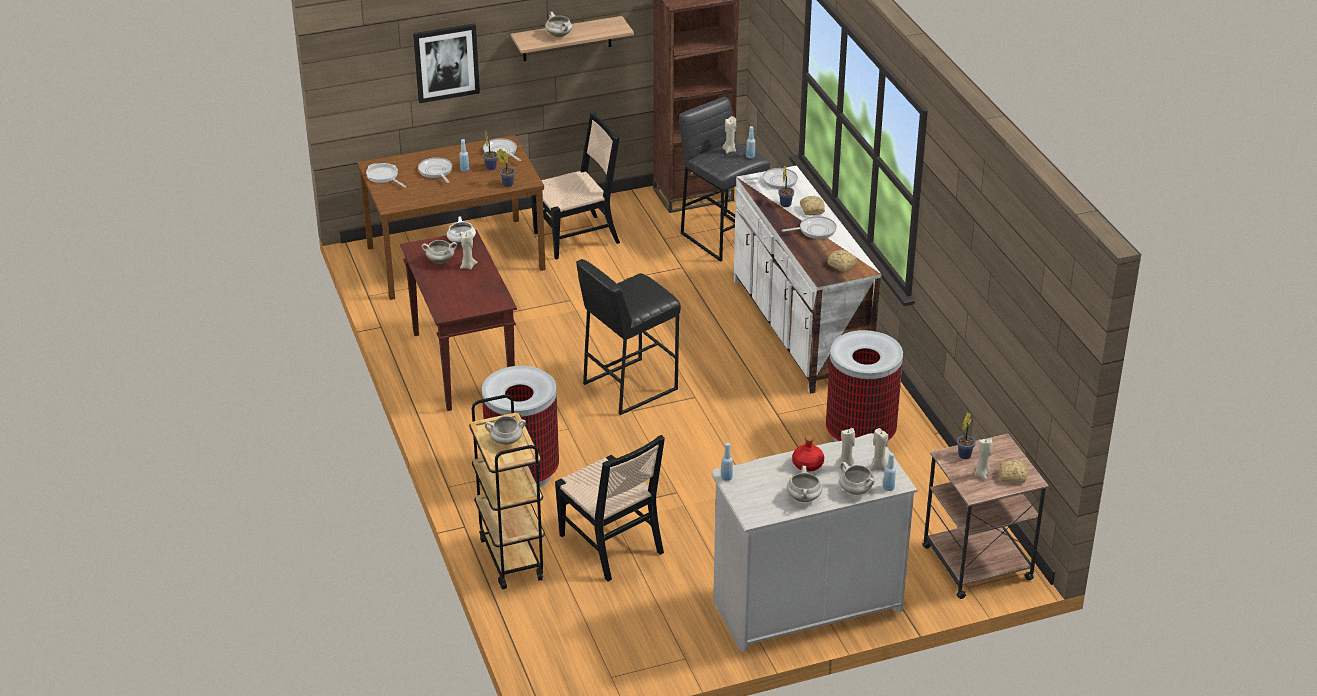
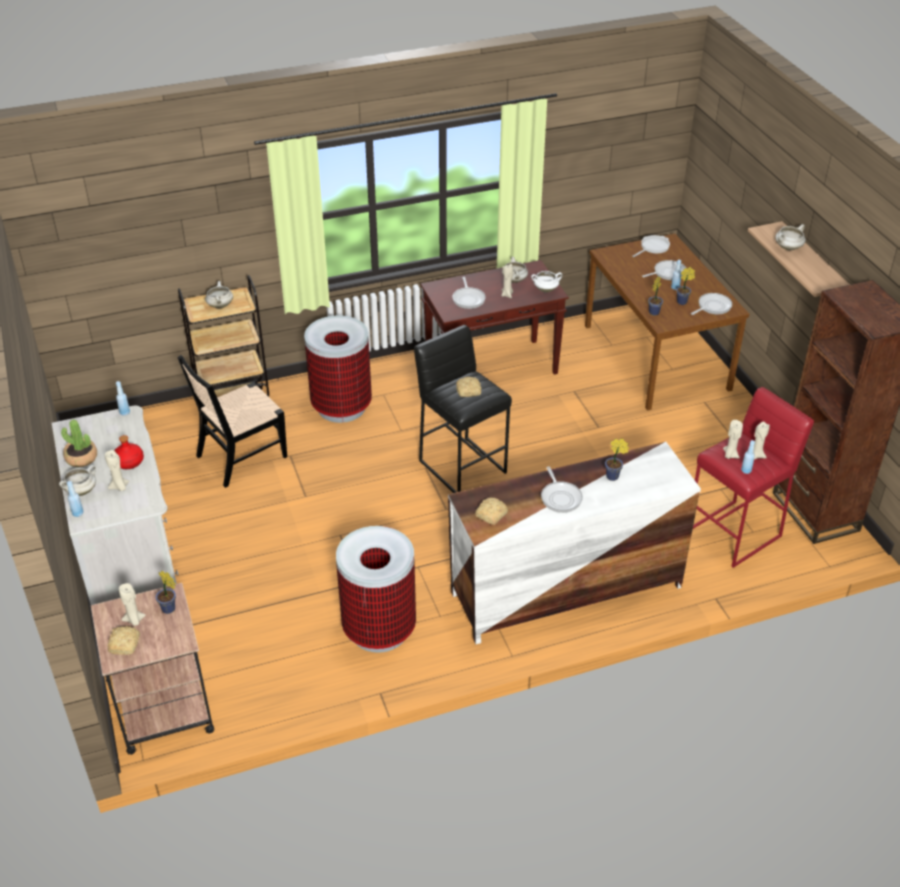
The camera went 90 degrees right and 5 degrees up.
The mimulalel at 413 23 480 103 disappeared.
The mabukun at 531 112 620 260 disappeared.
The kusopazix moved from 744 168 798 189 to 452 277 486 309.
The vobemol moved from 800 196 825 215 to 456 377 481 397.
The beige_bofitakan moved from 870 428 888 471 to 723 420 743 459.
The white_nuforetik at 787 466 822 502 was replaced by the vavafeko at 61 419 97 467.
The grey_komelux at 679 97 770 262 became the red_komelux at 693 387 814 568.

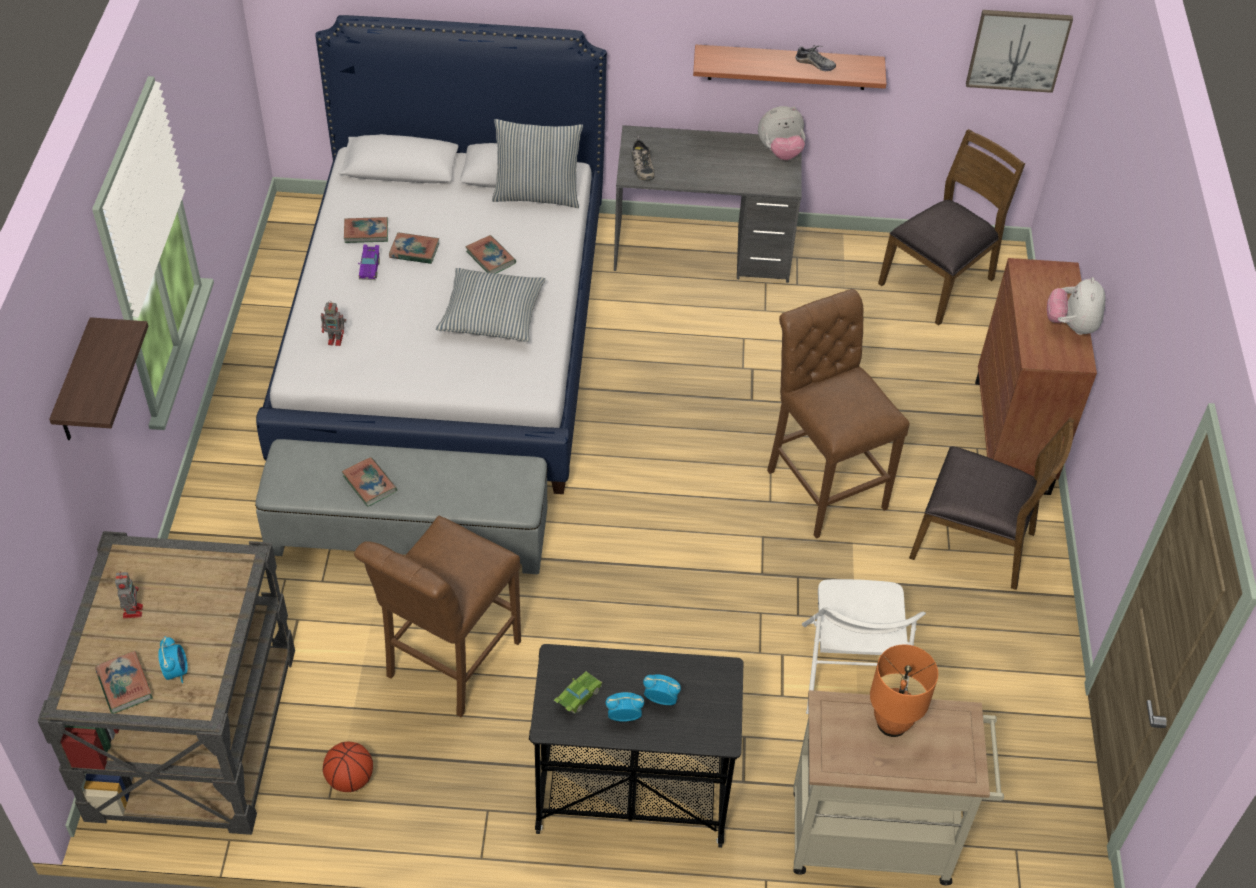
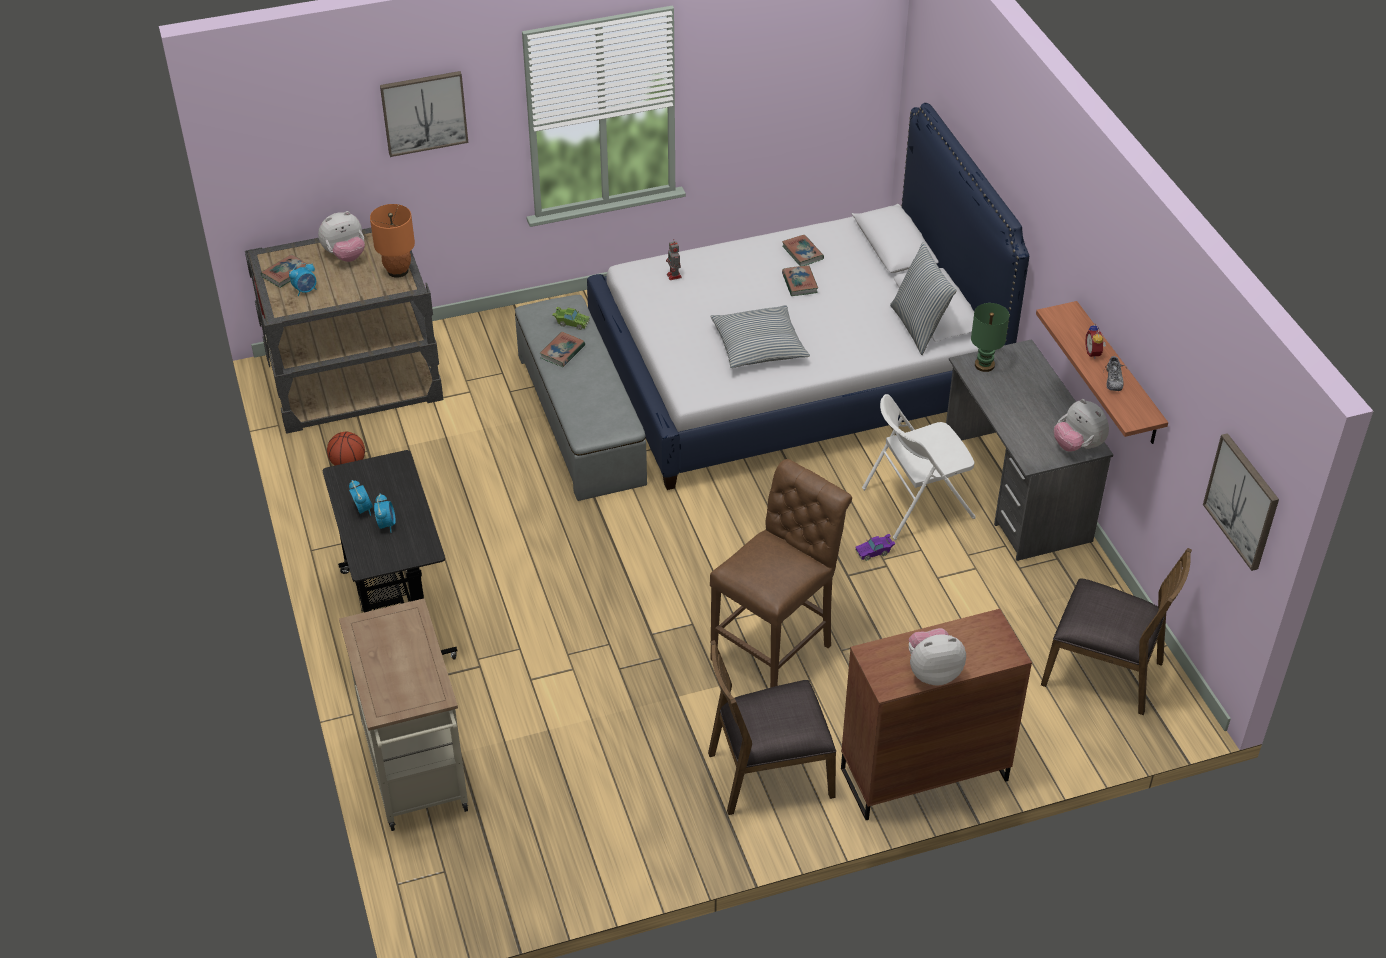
The camera went 70 degrees right and 5 degrees down.
The brown_komelux at 354 516 521 717 disappeared.
The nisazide at 466 235 516 273 disappeared.
The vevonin at 1085 323 1106 359 appeared.
The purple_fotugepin moved from 358 245 380 280 to 855 534 896 561.
The green_fotugepin moved from 554 671 602 714 to 553 307 590 330.
The white_mabukun moved from 802 579 926 714 to 862 394 975 540.
The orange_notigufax moved from 870 645 938 737 to 370 204 415 278.
The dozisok at 49 317 148 440 was replaced by the mimulalel at 380 71 468 157.
The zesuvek at 115 572 143 618 was replaced by the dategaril at 318 211 365 262.
The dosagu at 631 136 655 181 was replaced by the green_notigufax at 971 303 1010 372.
The brown_mabukun at 909 417 1074 590 turned 75 degrees clockwise.

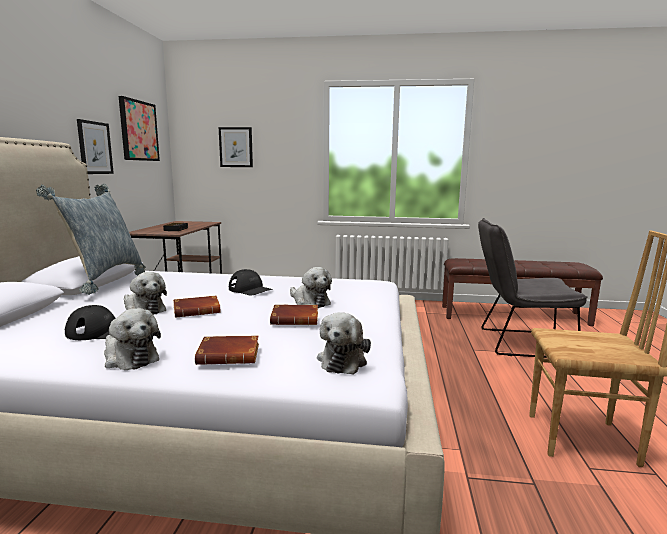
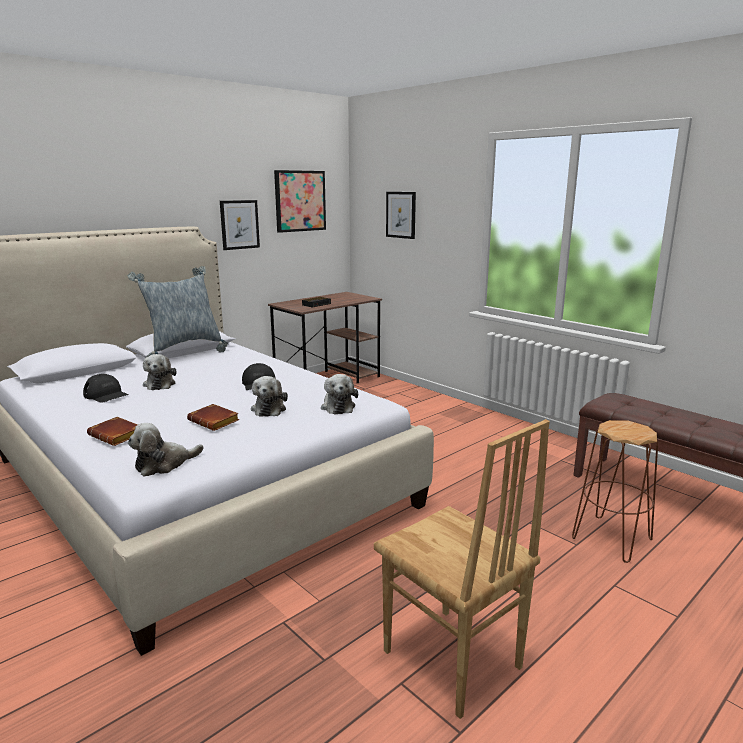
The camera went 40 degrees right and 5 degrees up.
The brown_nisazide at 173 296 221 318 disappeared.
The dategaril moved from 104 308 161 370 to 321 374 358 414.
The grey_mabukun at 478 218 588 358 was replaced by the brown_komelux at 572 420 658 563.

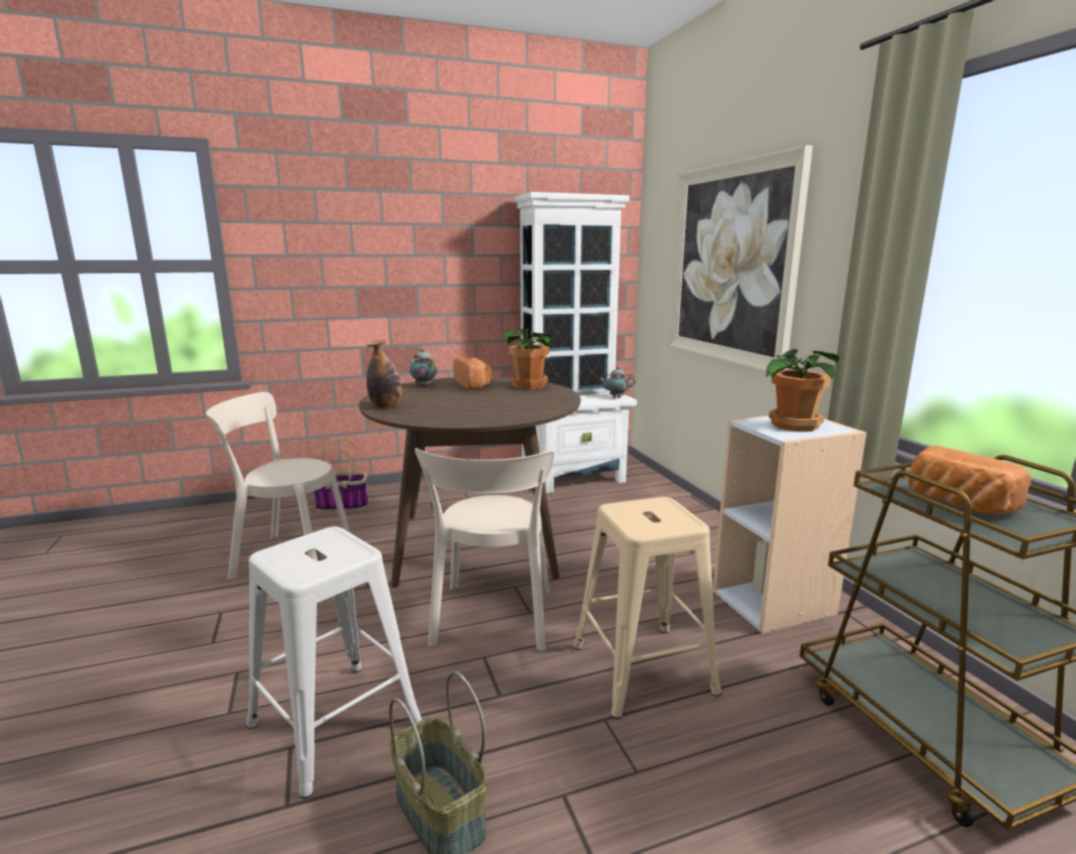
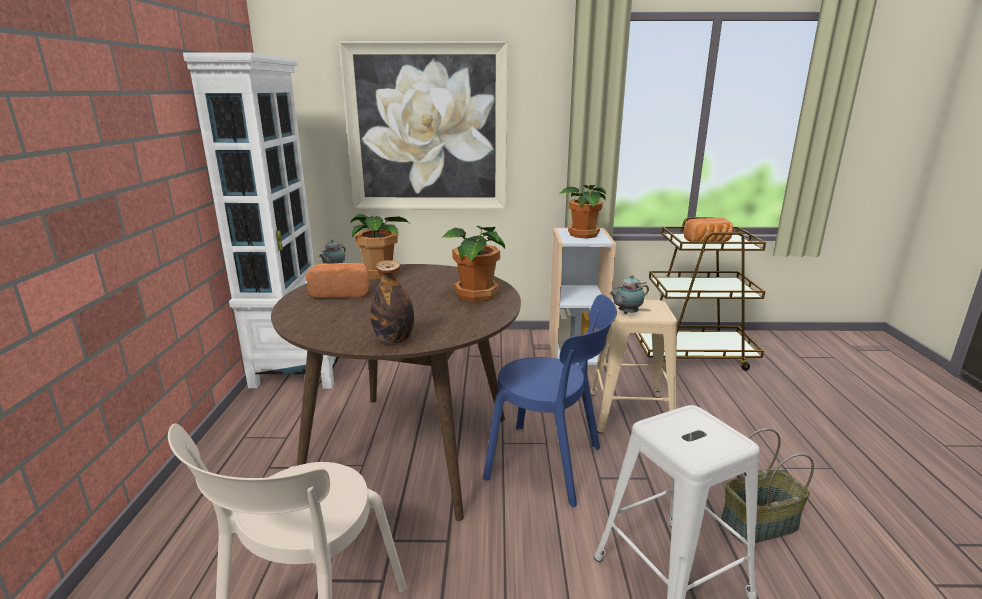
The camera went 70 degrees left and 5 degrees up.
The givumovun at 314 438 368 512 disappeared.
The vavafeko at 442 225 505 302 appeared.
The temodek moved from 409 348 437 387 to 609 275 649 314.
The beige_mabukun at 415 448 554 651 became the blue_mabukun at 483 294 617 507.

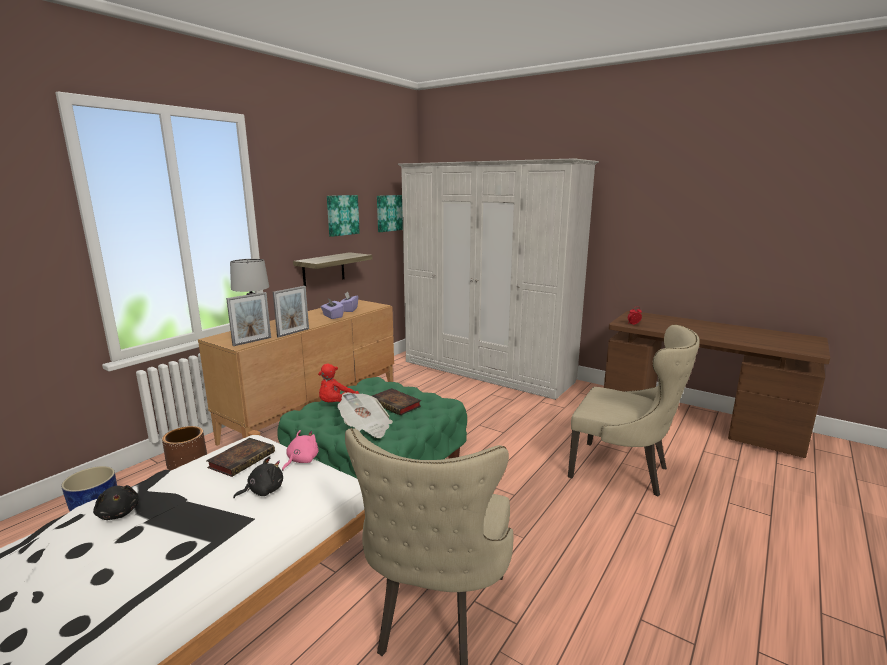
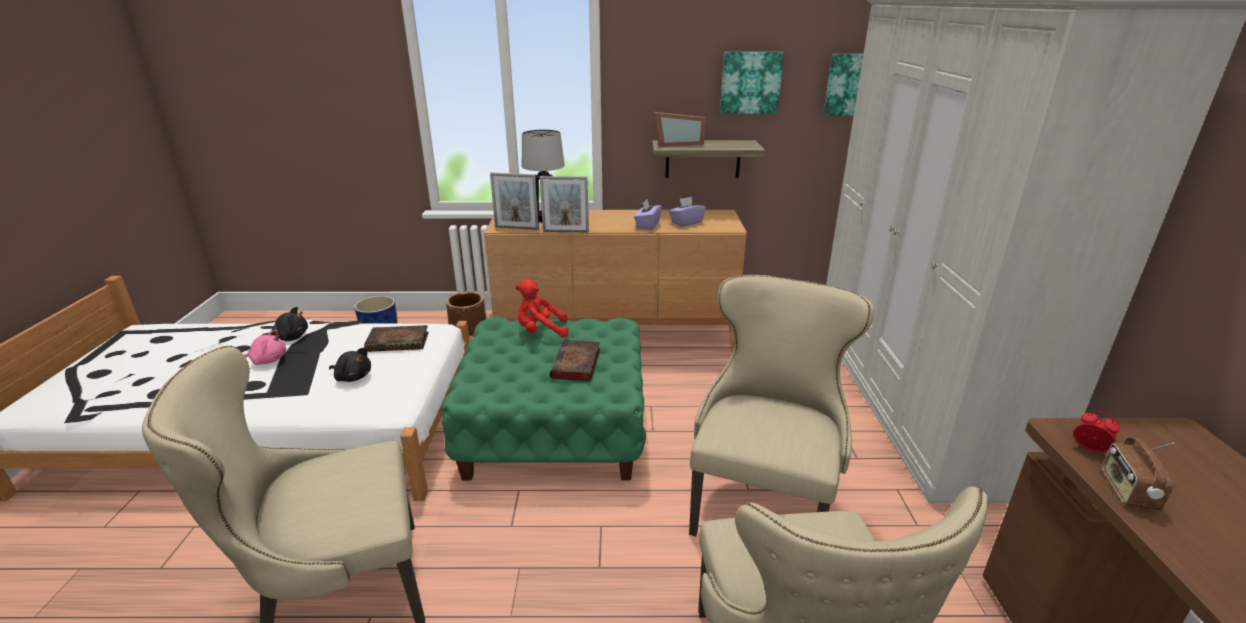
The camera went 55 degrees right and 10 degrees up.
The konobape at 337 392 393 438 disappeared.
The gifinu at 653 112 706 147 appeared.
The beige_mabukun at 689 275 874 537 appeared.
The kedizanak at 1102 437 1174 510 appeared.
The pink_dategaril moved from 282 430 318 471 to 244 329 286 365.
The black_dategaril at 93 485 139 520 turned 120 degrees counterclockwise.

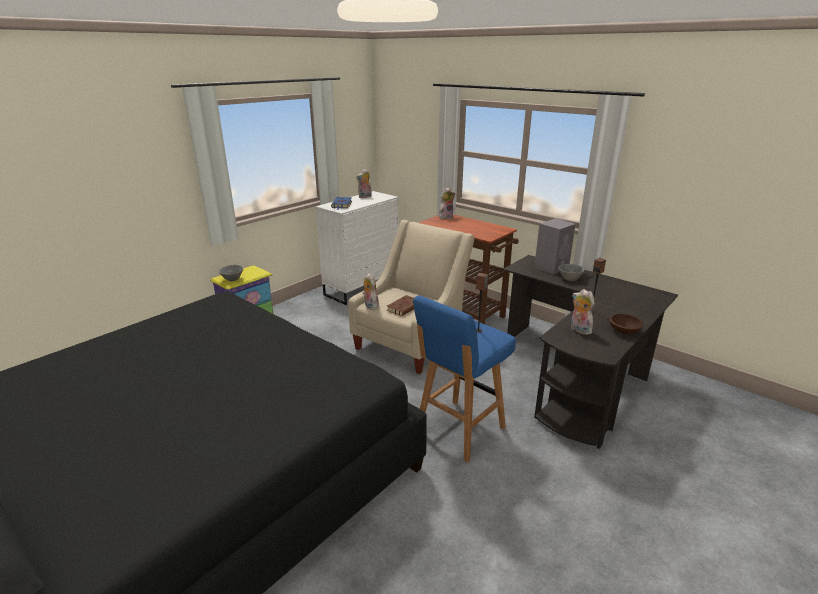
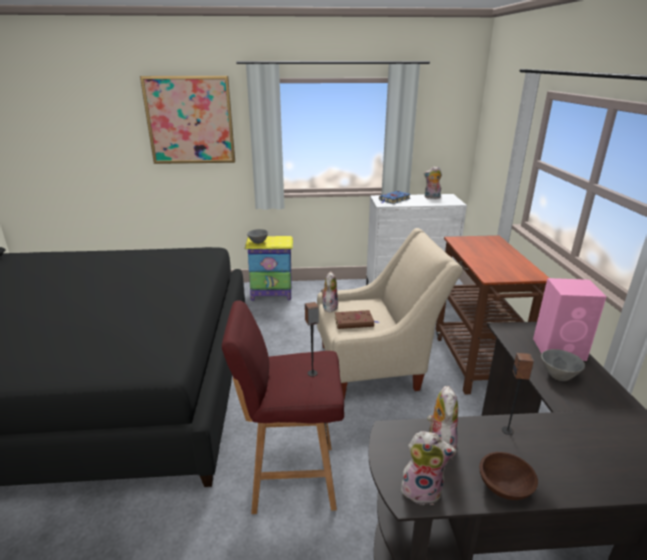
The camera went 45 degrees right and 0 degrees up.
The mimulalel at 140 76 235 164 appeared.
The dategaril moved from 439 187 455 219 to 401 431 456 505.
The blue_komelux at 413 295 516 463 became the red_komelux at 222 300 344 514.
The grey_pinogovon at 534 218 576 275 became the pink_pinogovon at 533 278 606 361.

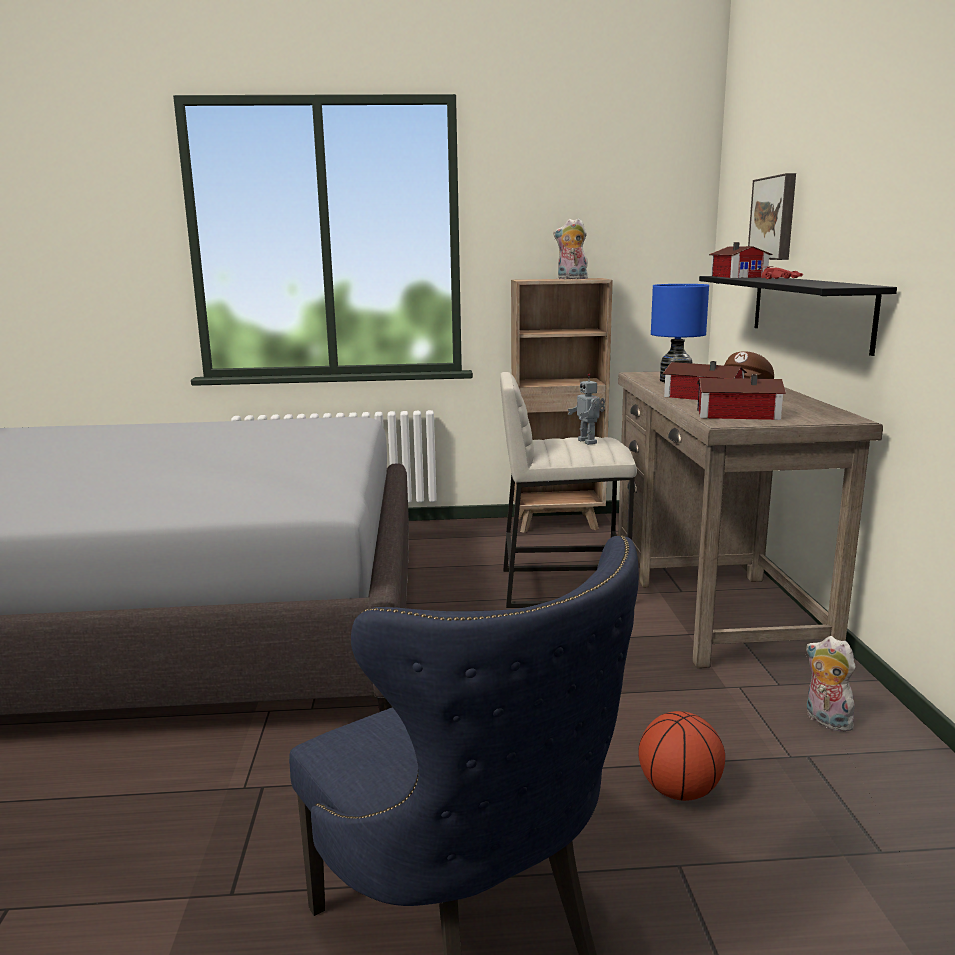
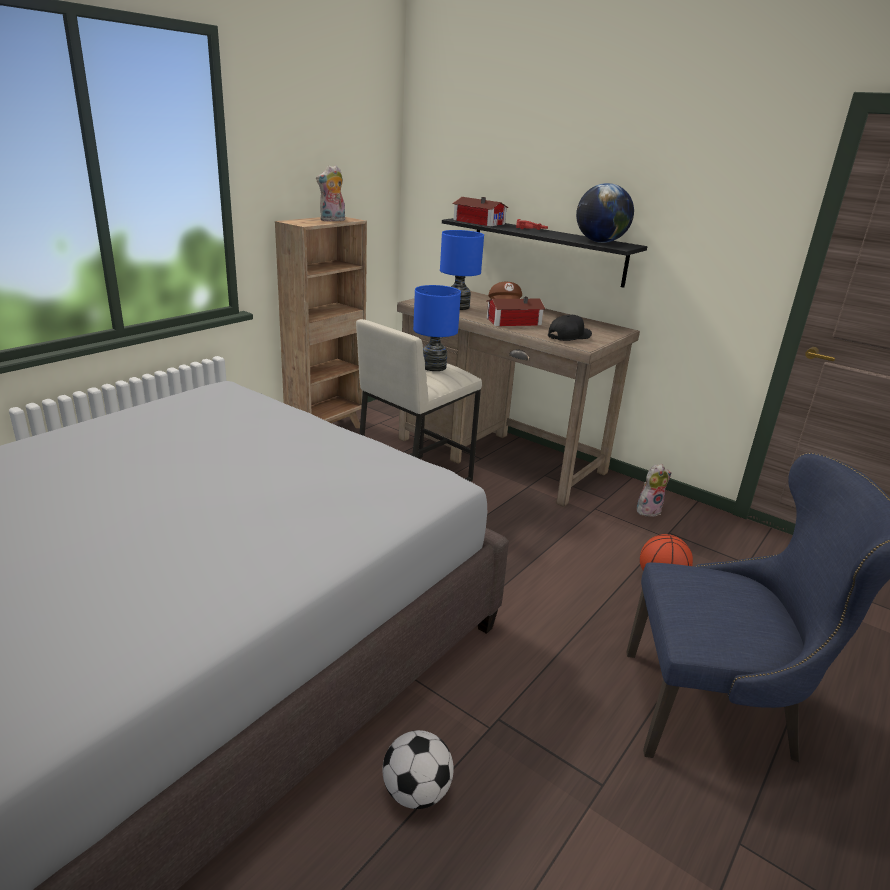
The camera went 50 degrees left and 10 degrees up.
The mimulalel at 748 173 796 260 disappeared.
The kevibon at 383 730 454 809 appeared.
The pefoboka at 576 183 634 243 appeared.
The zesuvek at 568 374 605 445 was replaced by the blue_notigufax at 413 285 461 371.
The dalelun at 697 374 786 420 was replaced by the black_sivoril at 548 315 592 341.
The dategaril at 806 636 856 732 turned 150 degrees clockwise.

